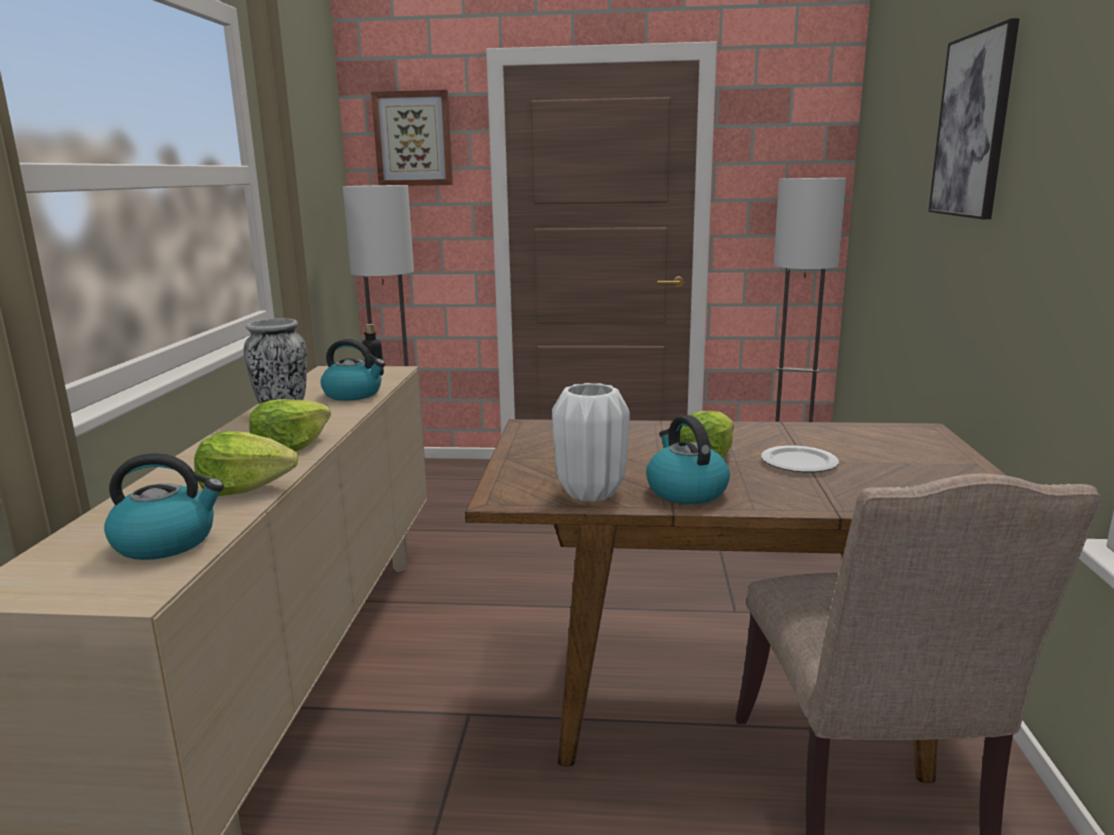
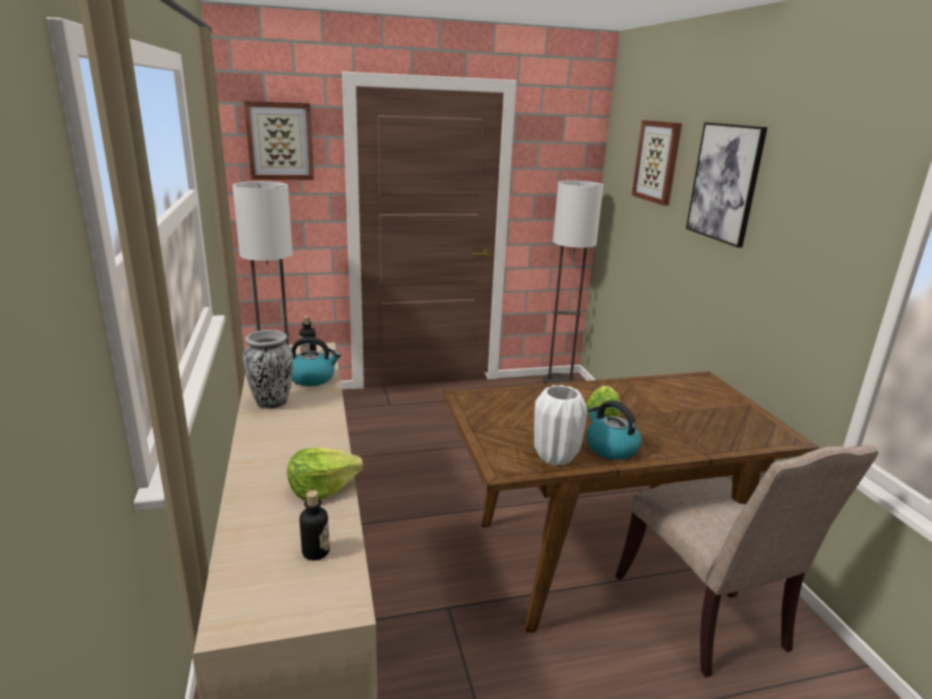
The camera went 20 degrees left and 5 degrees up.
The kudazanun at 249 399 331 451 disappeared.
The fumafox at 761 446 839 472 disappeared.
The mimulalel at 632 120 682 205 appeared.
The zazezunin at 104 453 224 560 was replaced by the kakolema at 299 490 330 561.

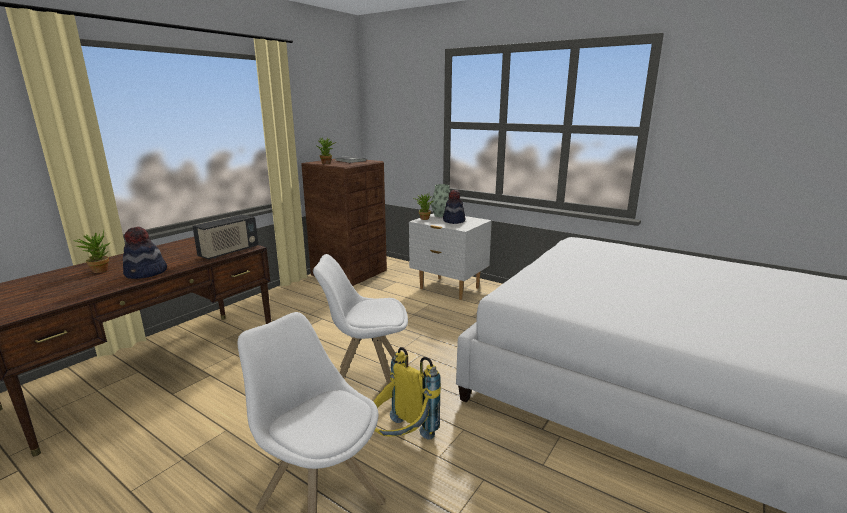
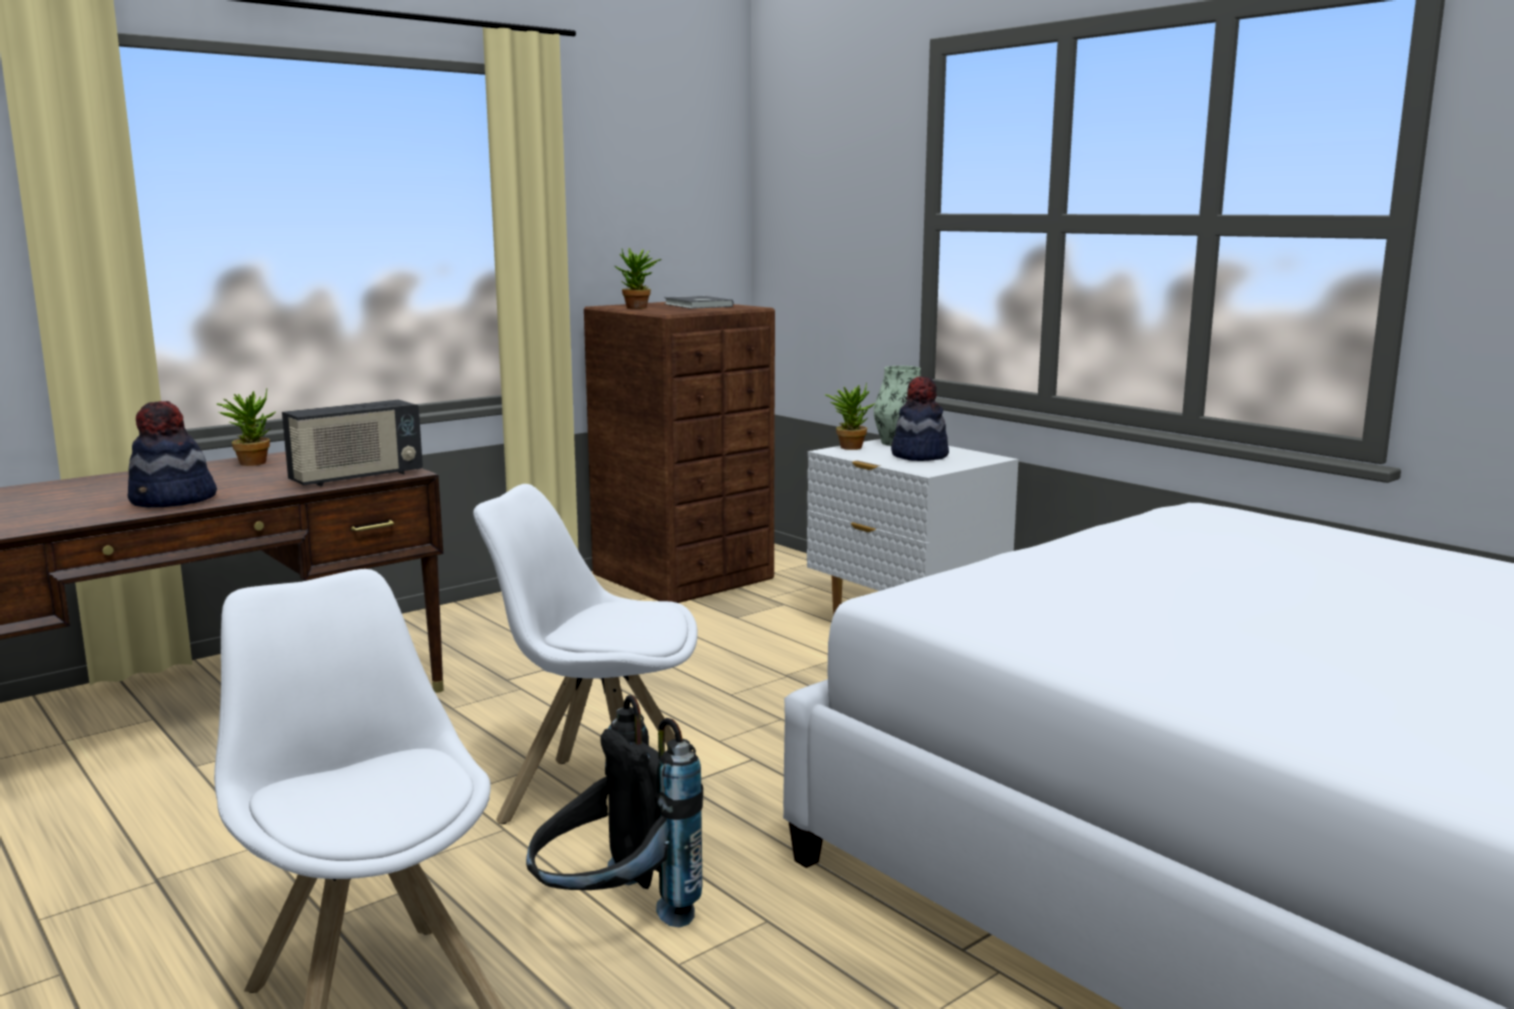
The camera went 15 degrees right and 5 degrees down.
The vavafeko moved from 73 229 111 273 to 216 389 275 466.
The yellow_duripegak at 373 347 441 440 became the black_duripegak at 526 695 703 928.

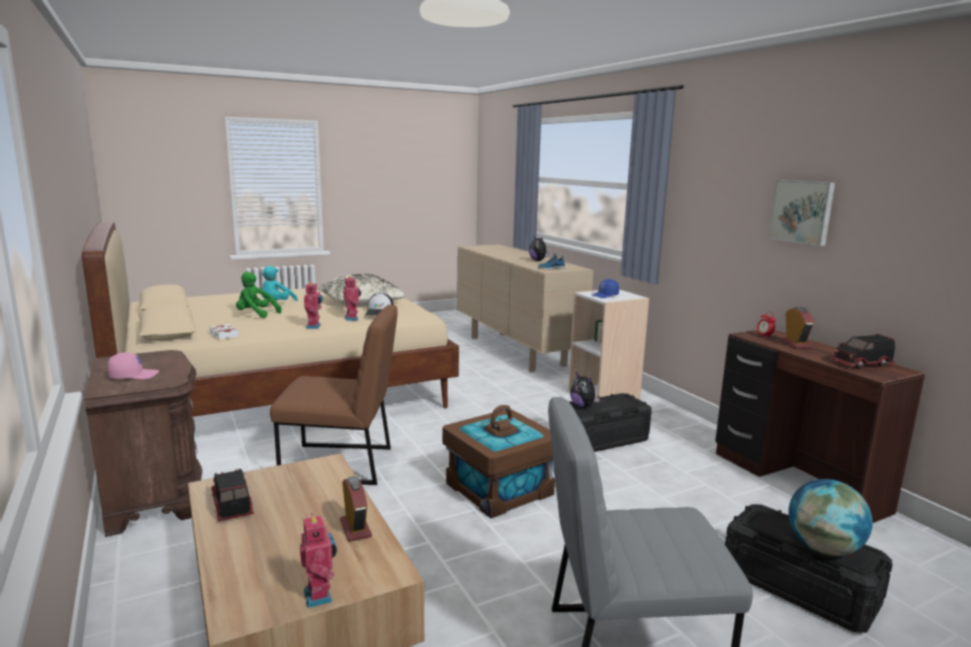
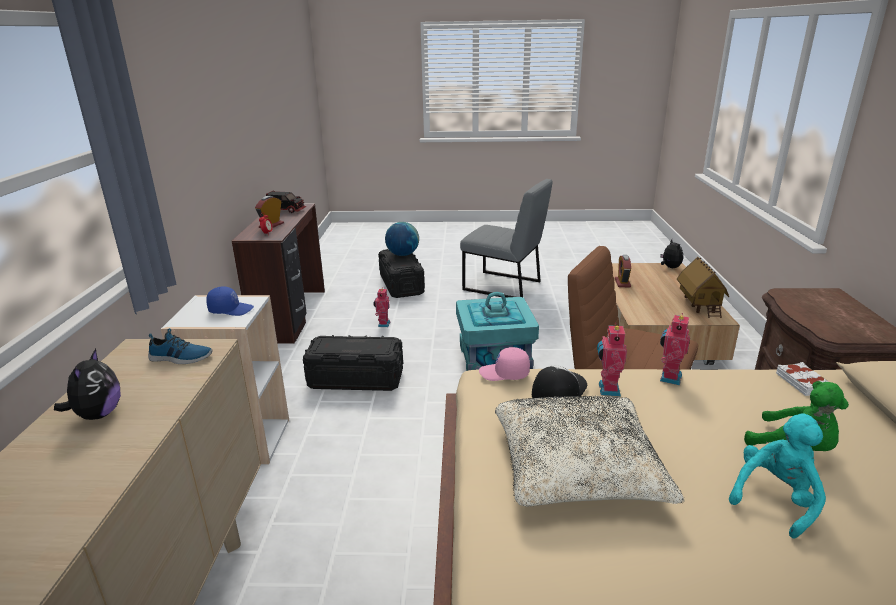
The camera went 150 degrees left and 10 degrees up.
The mimulalel at 768 180 835 246 disappeared.
The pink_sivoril moved from 107 352 159 379 to 479 347 530 381.
The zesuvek moved from 300 513 337 608 to 373 289 390 327.
The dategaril moved from 570 372 600 408 to 660 240 683 268.
The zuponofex at 211 468 254 522 was replaced by the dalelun at 677 257 729 318.
The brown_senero at 442 405 555 518 became the turquoise_senero at 456 292 539 371.

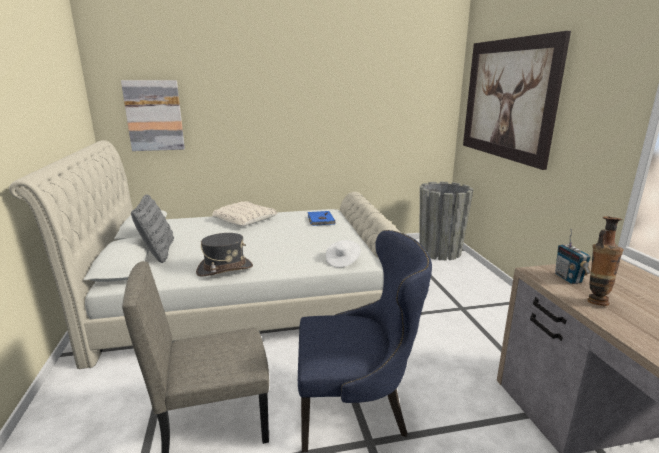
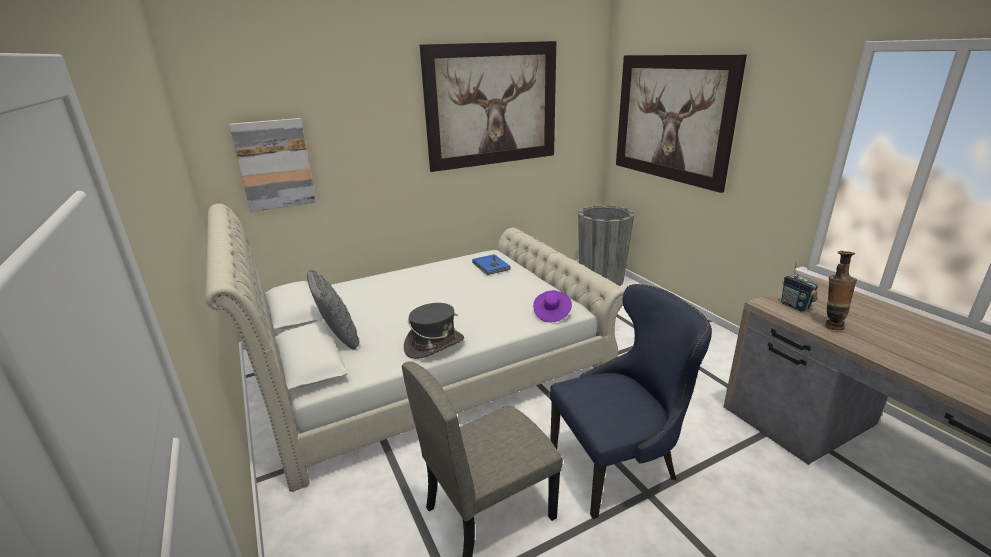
The camera went 15 degrees left and 5 degrees up.
The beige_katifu at 212 201 277 226 disappeared.
The mimulalel at 420 41 556 172 appeared.
The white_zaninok at 326 240 361 267 became the purple_zaninok at 533 290 572 322.

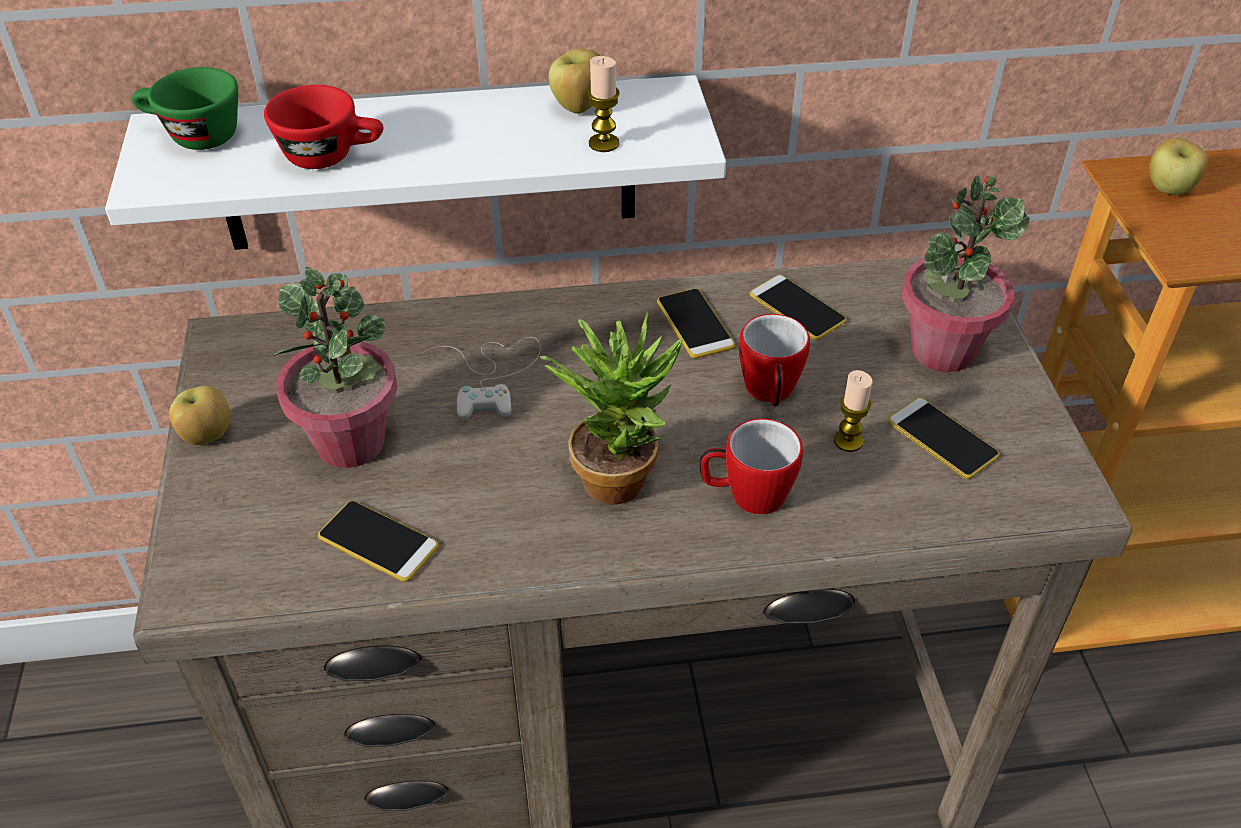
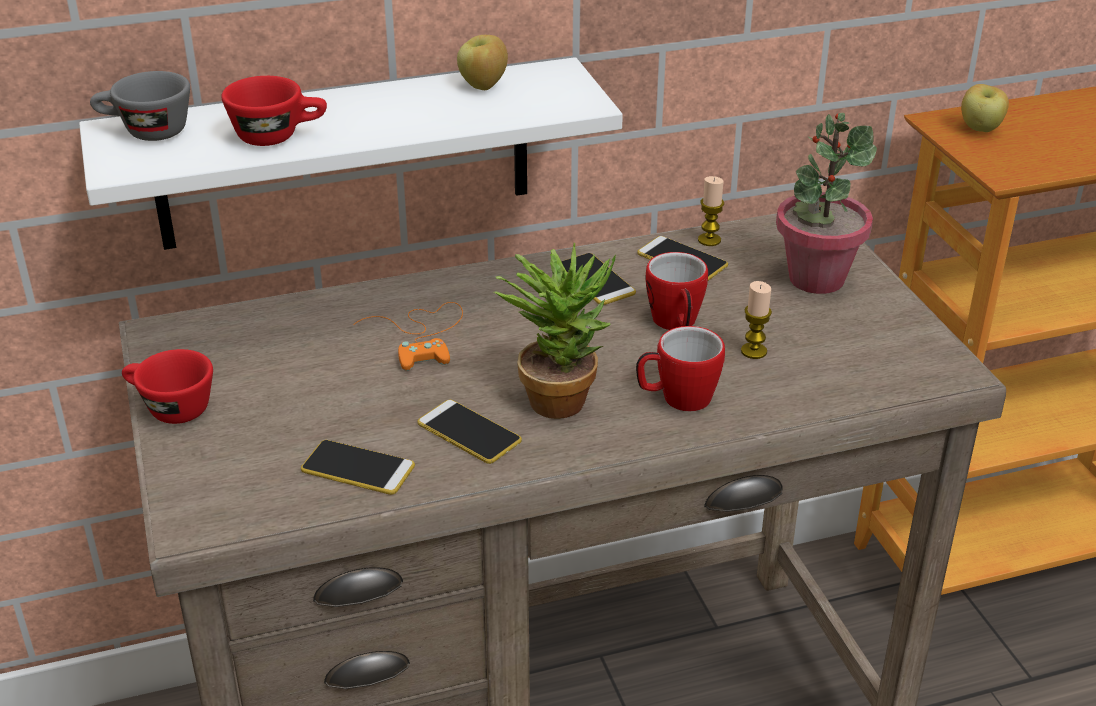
The camera went 10 degrees left and 10 degrees down.
The vavafeko at 273 267 397 468 disappeared.
The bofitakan moved from 587 56 620 152 to 698 176 724 246.
The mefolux moved from 888 398 1000 479 to 417 400 522 464.
The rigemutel at 169 386 231 445 was replaced by the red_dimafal at 122 349 213 424.
The green_dimafal at 132 67 238 150 became the grey_dimafal at 90 71 190 141.
The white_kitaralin at 421 337 541 420 became the orange_kitaralin at 353 302 463 371.

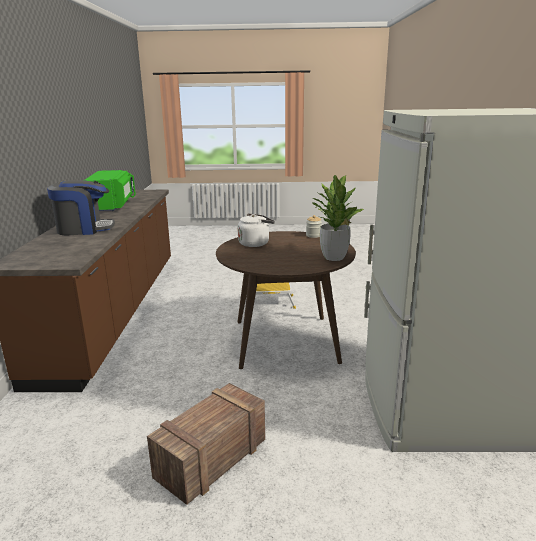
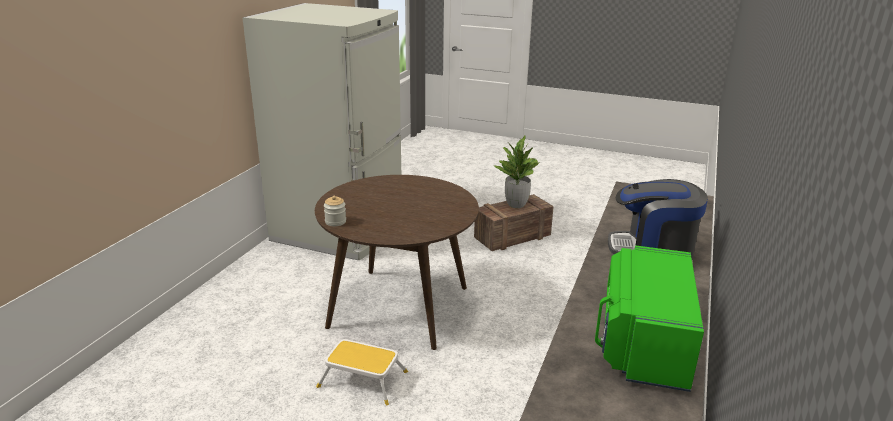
The camera went 160 degrees left and 5 degrees up.
The white_zazezunin at 238 213 275 247 disappeared.
The vavafeko moved from 312 175 364 261 to 494 136 539 208.

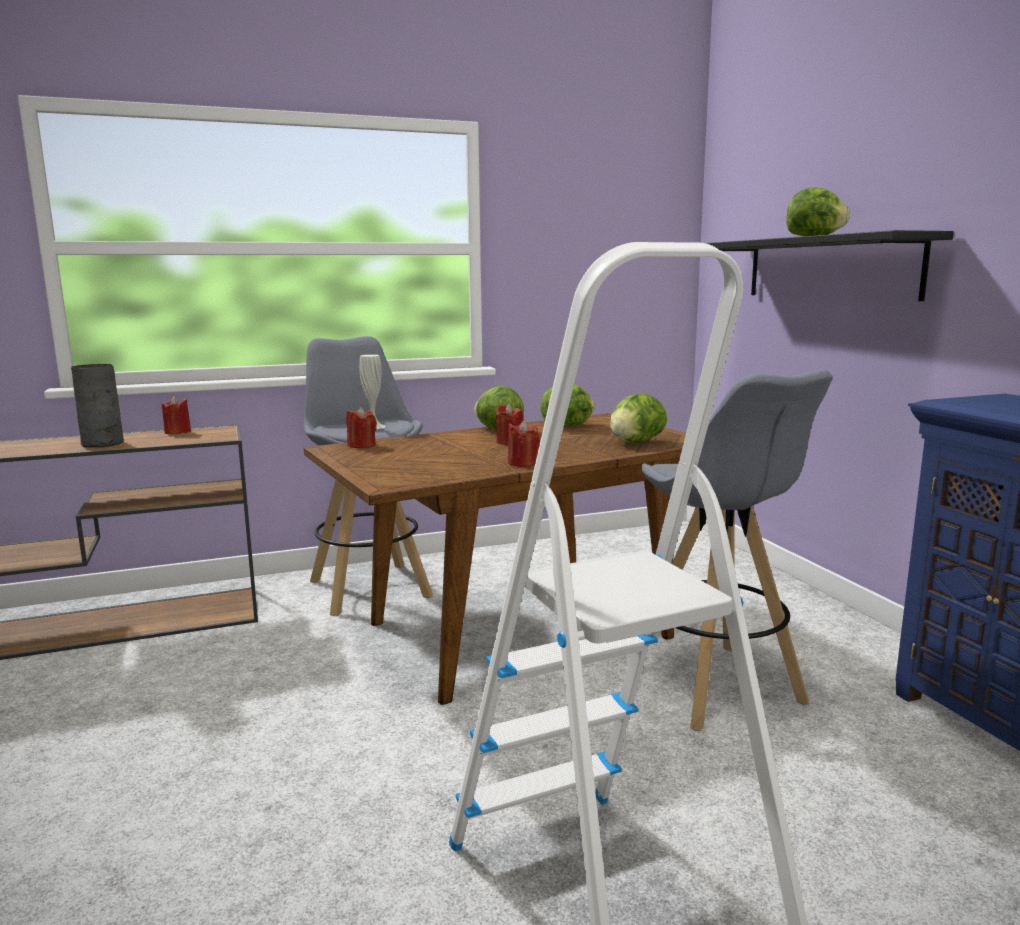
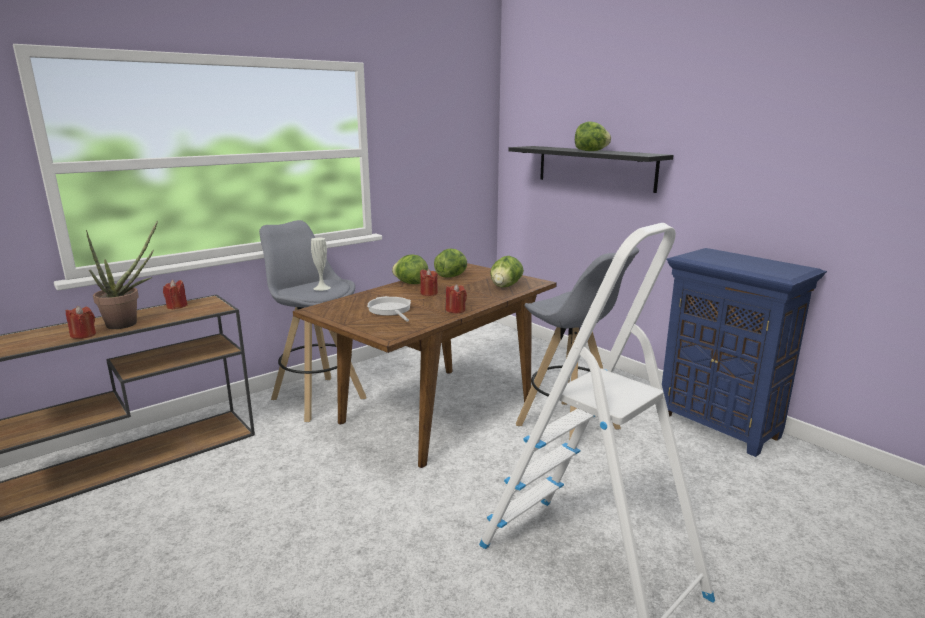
The camera went 20 degrees left and 5 degrees up.
The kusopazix at 367 296 411 321 appeared.
The red_bofitakan moved from 346 407 377 448 to 66 306 96 339.
The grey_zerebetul at 71 364 123 448 was replaced by the vavafeko at 86 221 158 329.

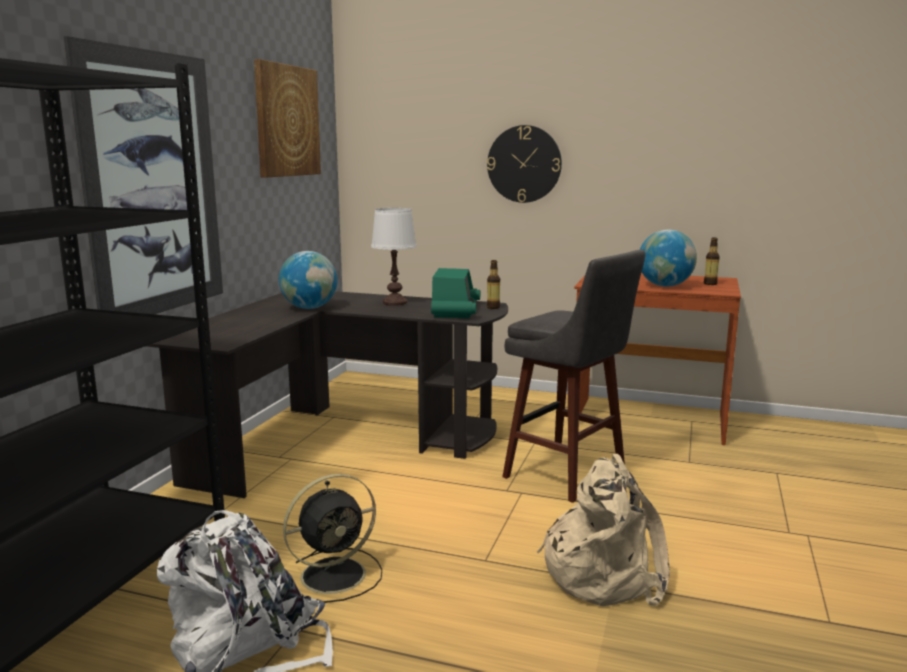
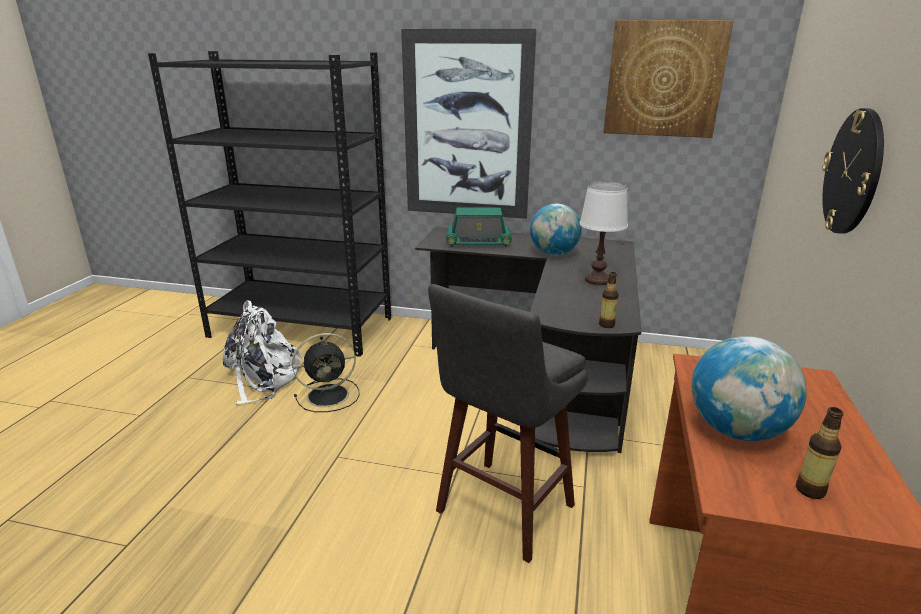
The camera went 85 degrees right and 10 degrees up.
The beige_duripegak at 537 454 670 606 disappeared.
The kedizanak moved from 431 268 480 318 to 446 207 512 247.
The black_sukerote at 283 474 382 603 turned 75 degrees counterclockwise.

